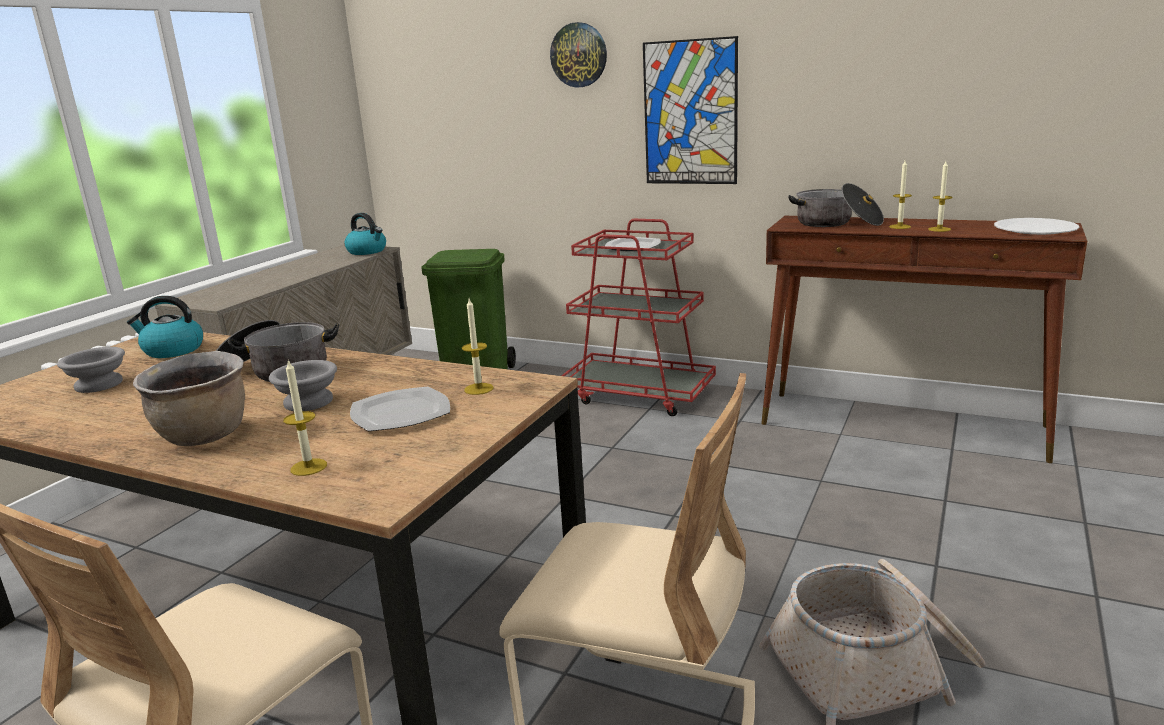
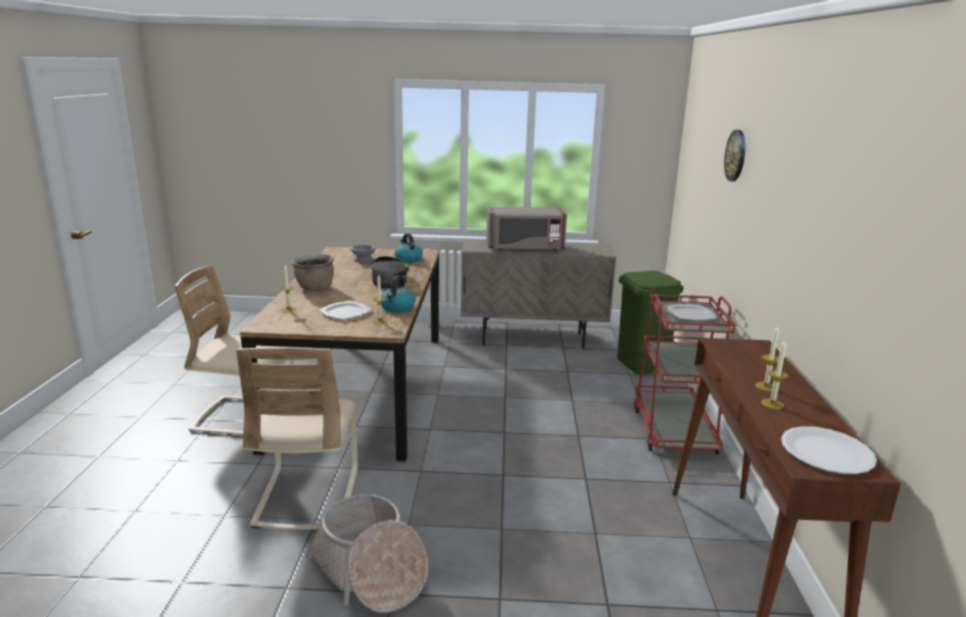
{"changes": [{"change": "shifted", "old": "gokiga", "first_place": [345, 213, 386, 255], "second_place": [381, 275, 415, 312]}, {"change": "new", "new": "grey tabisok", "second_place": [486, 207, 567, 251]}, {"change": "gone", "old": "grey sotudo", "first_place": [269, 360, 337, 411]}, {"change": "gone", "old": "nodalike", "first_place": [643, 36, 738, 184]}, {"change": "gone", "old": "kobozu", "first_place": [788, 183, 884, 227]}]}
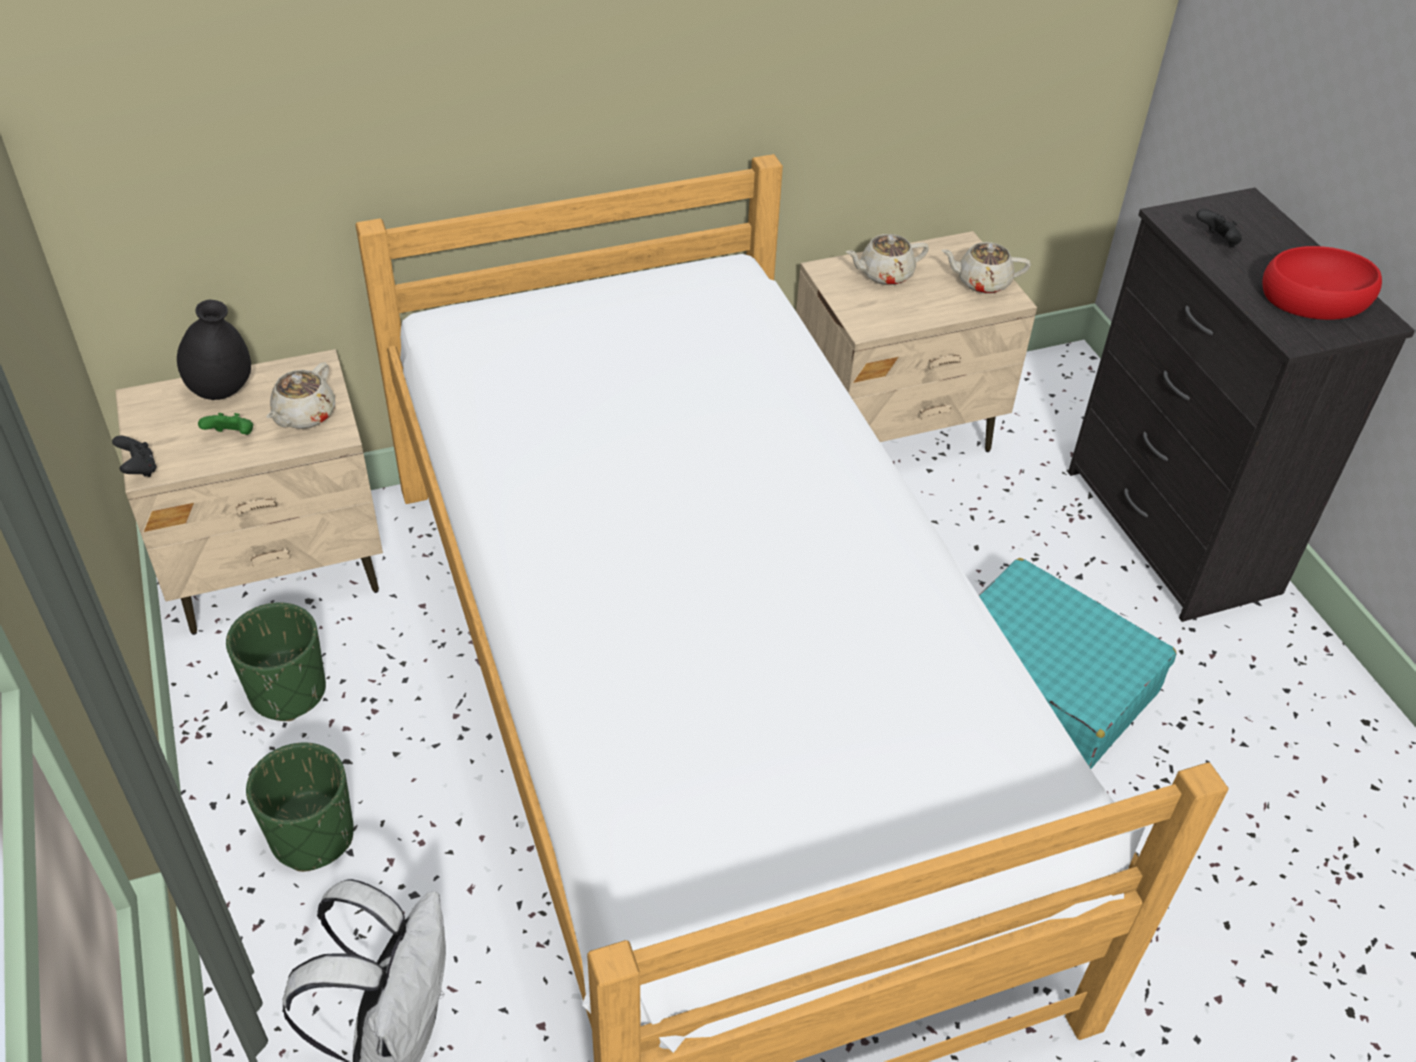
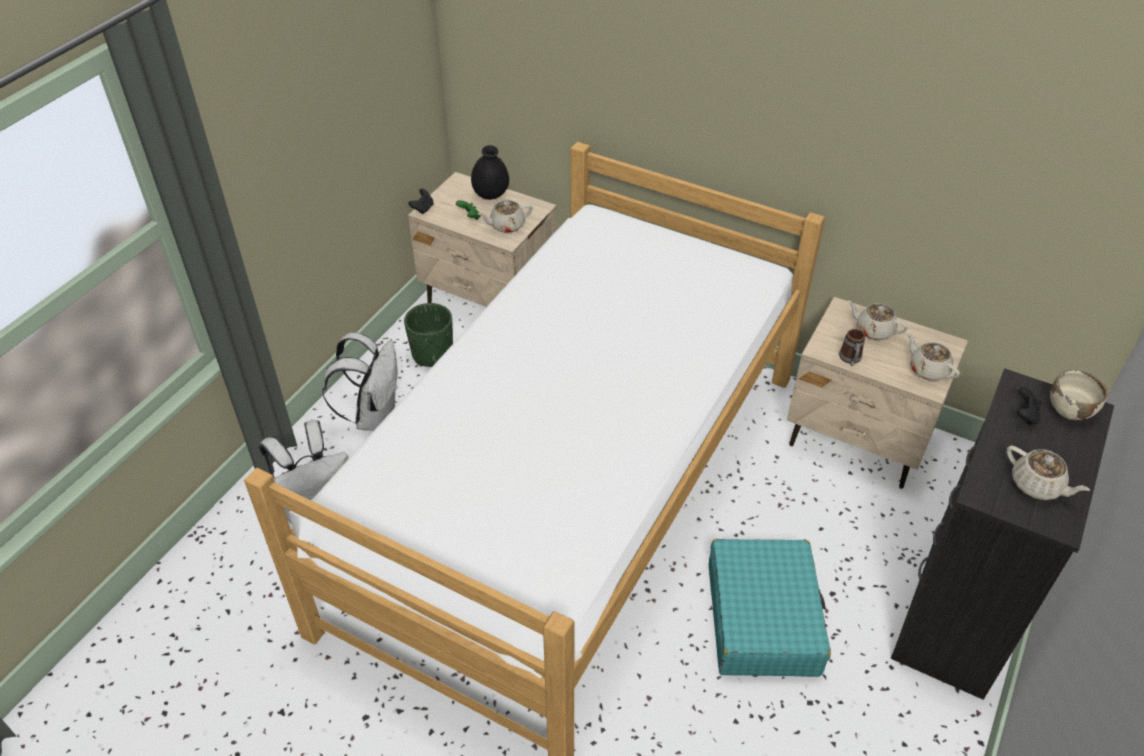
{"changes": [{"change": "swapped", "old": "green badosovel", "new": "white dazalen", "first_place": [246, 743, 354, 872], "second_place": [322, 332, 398, 431]}, {"change": "new", "new": "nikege", "second_place": [839, 329, 865, 366]}, {"change": "swapped", "old": "red sotudo", "new": "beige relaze", "first_place": [1263, 246, 1382, 320], "second_place": [1007, 445, 1090, 500]}, {"change": "new", "new": "beige sotudo", "second_place": [1050, 370, 1108, 420]}]}
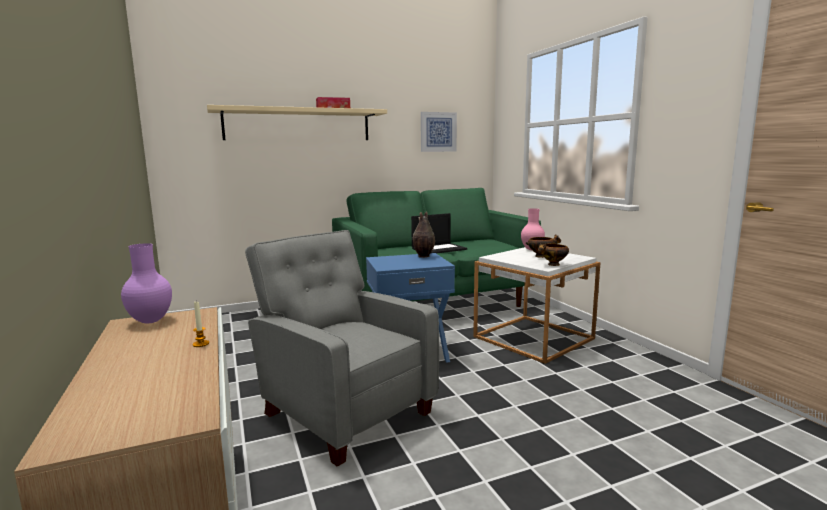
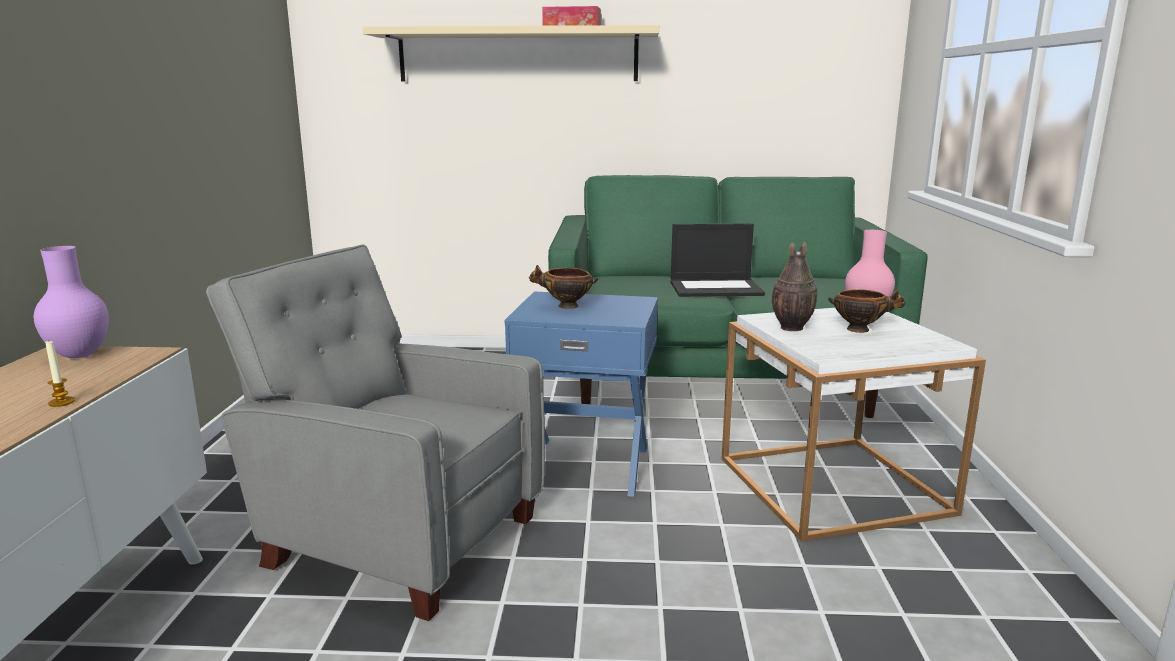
{"changes": [{"change": "rotated", "old": "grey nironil", "first_place": [245, 230, 439, 467], "second_place": [206, 245, 545, 621], "degrees": -45}, {"change": "shifted", "old": "sotudo", "first_place": [538, 243, 569, 266], "second_place": [529, 265, 598, 309]}, {"change": "shifted", "old": "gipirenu", "first_place": [413, 211, 435, 258], "second_place": [772, 242, 817, 331]}, {"change": "gone", "old": "nodalike", "first_place": [421, 112, 457, 152]}]}
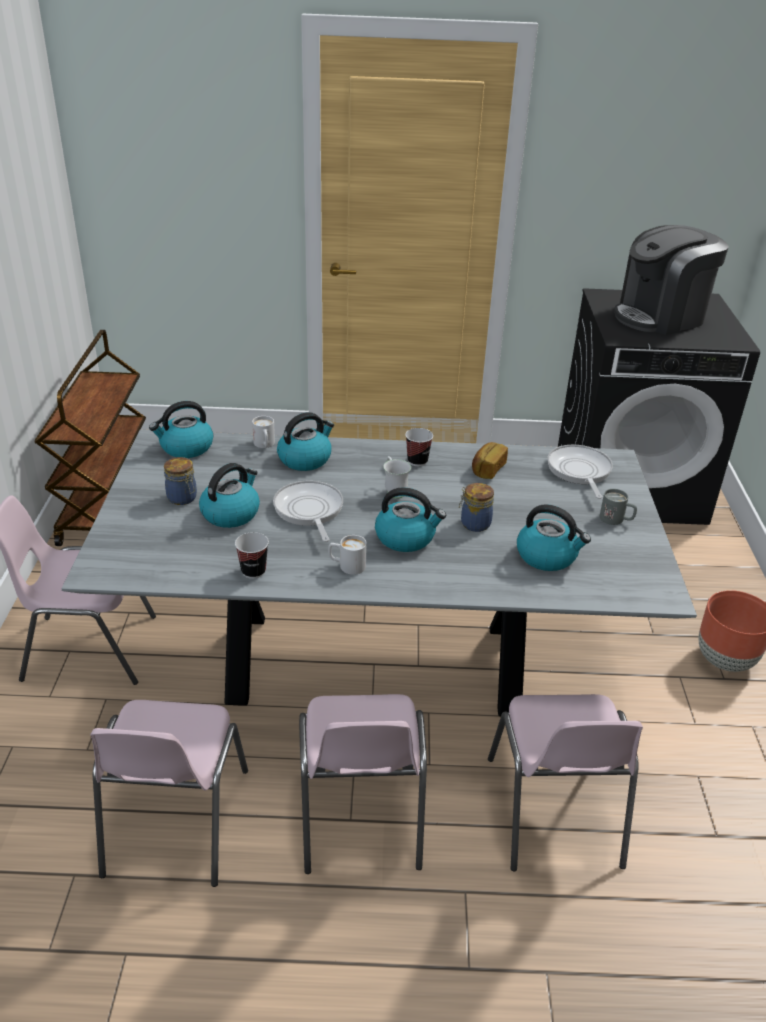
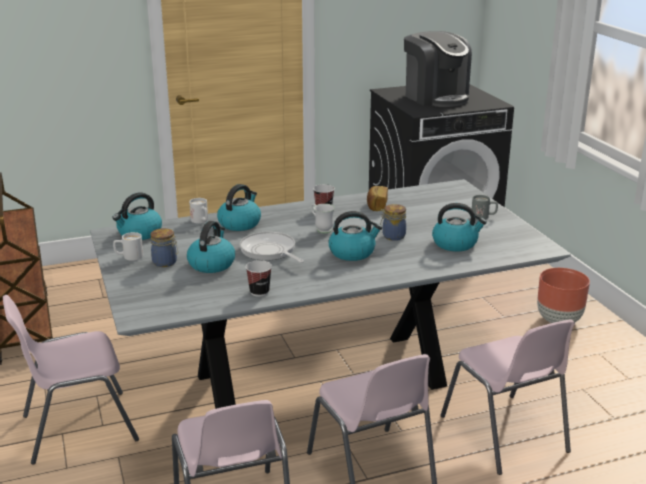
{"changes": [{"change": "shifted", "old": "white nikege", "first_place": [328, 535, 367, 575], "second_place": [113, 232, 143, 261]}, {"change": "rotated", "old": "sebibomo", "first_place": [614, 225, 729, 335], "second_place": [404, 31, 472, 107], "degrees": -75}, {"change": "gone", "old": "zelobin", "first_place": [547, 445, 613, 499]}]}
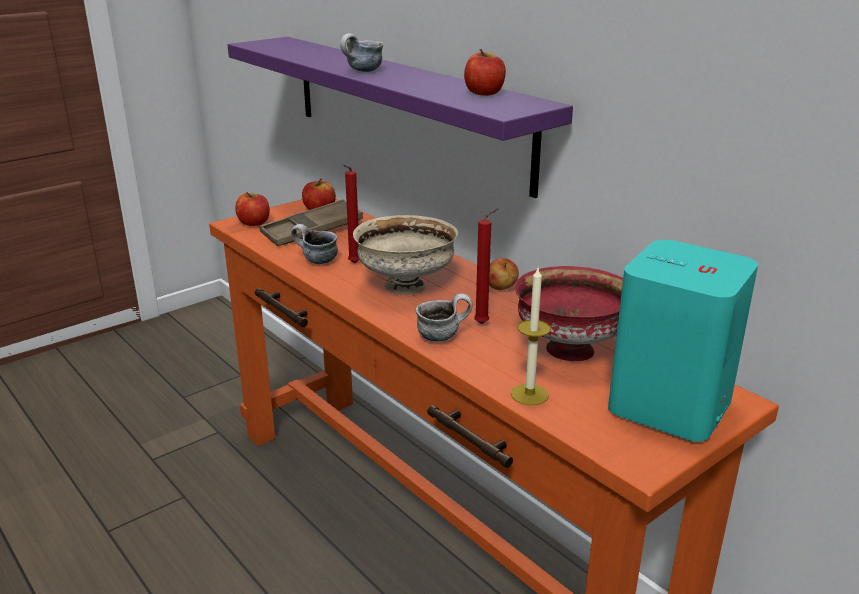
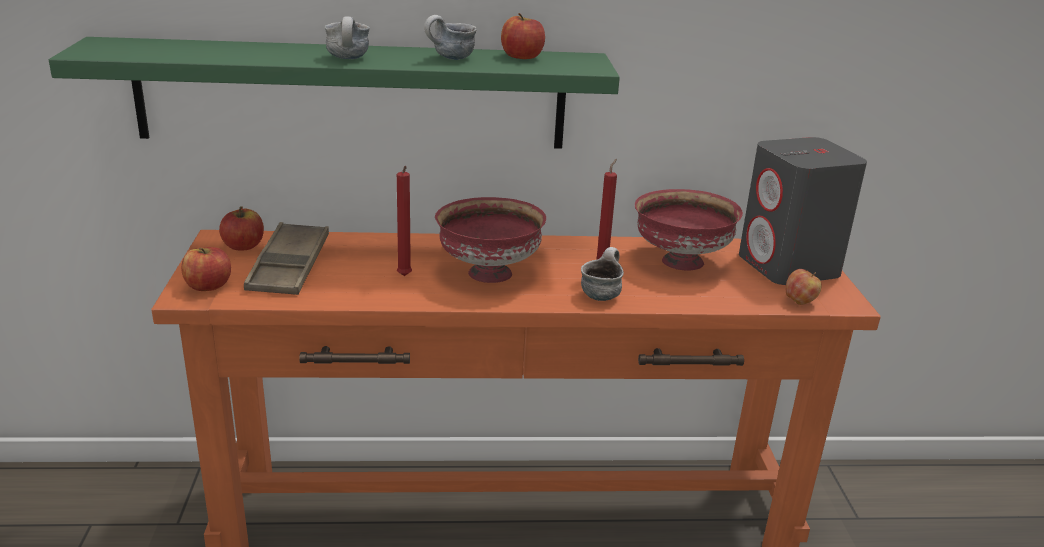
{"changes": [{"change": "repainted", "old": "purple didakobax", "new": "green didakobax", "first_place": [228, 37, 573, 198], "second_place": [49, 37, 620, 149]}, {"change": "shifted", "old": "nikege", "first_place": [291, 224, 338, 264], "second_place": [424, 15, 477, 60]}, {"change": "repainted", "old": "beige sotudo", "new": "red sotudo", "first_place": [353, 215, 458, 295], "second_place": [435, 197, 546, 283]}, {"change": "repainted", "old": "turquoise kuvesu", "new": "grey kuvesu", "first_place": [608, 240, 758, 442], "second_place": [739, 137, 867, 285]}, {"change": "shifted", "old": "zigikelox", "first_place": [489, 258, 519, 290], "second_place": [786, 269, 822, 305]}, {"change": "gone", "old": "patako", "first_place": [511, 268, 551, 405]}]}
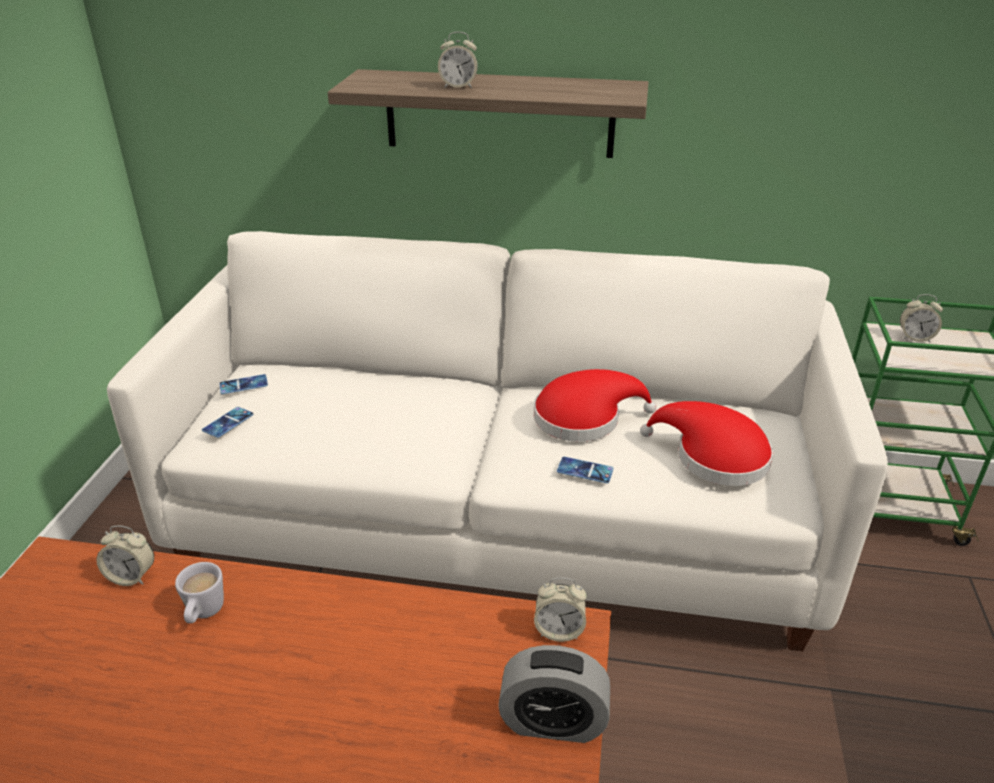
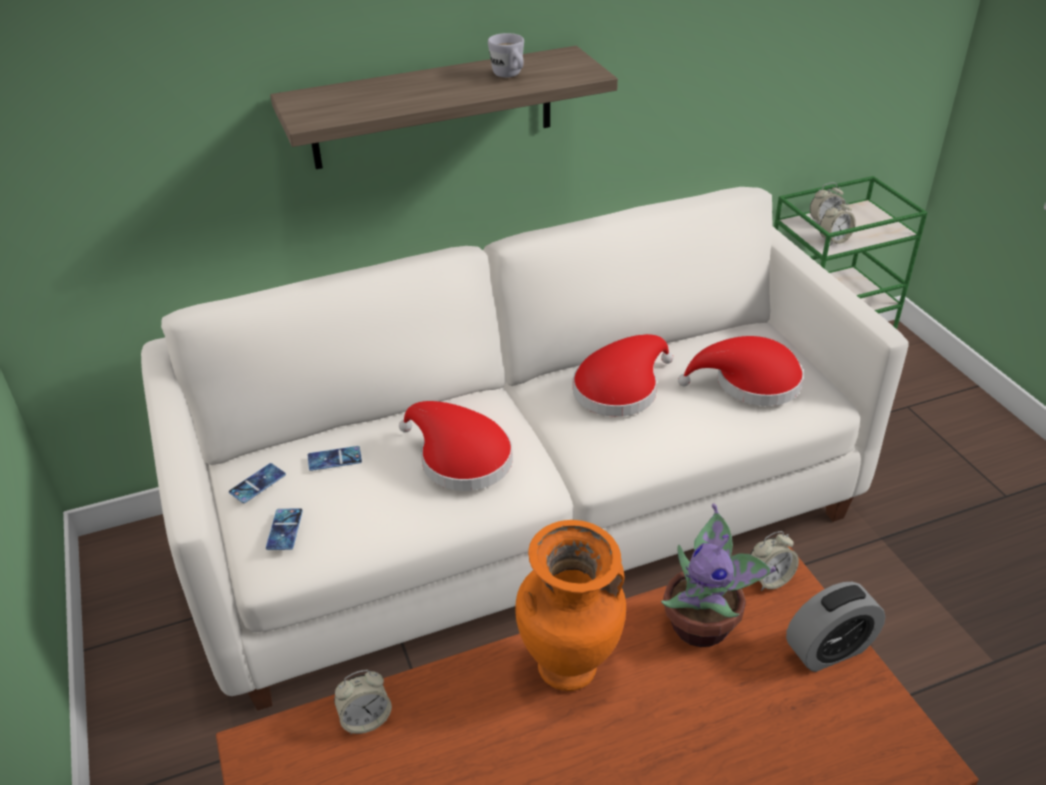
{"changes": [{"change": "shifted", "old": "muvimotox", "first_place": [557, 457, 614, 483], "second_place": [308, 446, 362, 471]}, {"change": "new", "new": "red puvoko", "second_place": [399, 401, 513, 491]}, {"change": "shifted", "old": "white nikege", "first_place": [175, 562, 224, 623], "second_place": [488, 33, 524, 77]}, {"change": "new", "new": "orange gipirenu", "second_place": [515, 520, 626, 691]}, {"change": "new", "new": "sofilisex", "second_place": [661, 503, 776, 647]}, {"change": "shifted", "old": "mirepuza", "first_place": [438, 32, 478, 89], "second_place": [820, 199, 856, 246]}]}
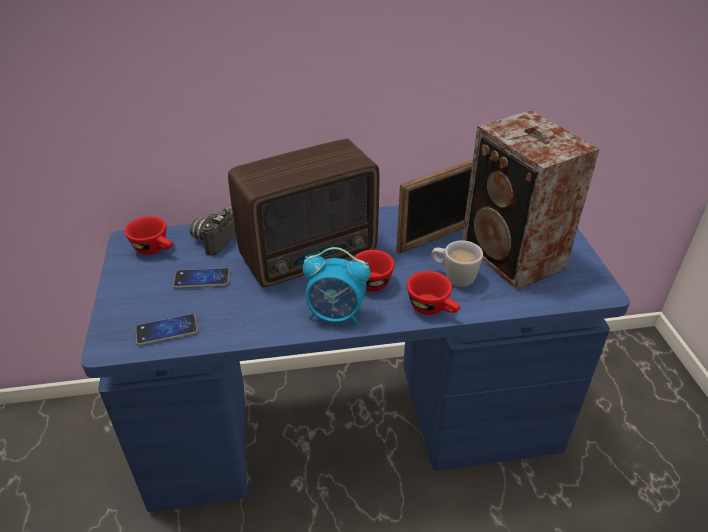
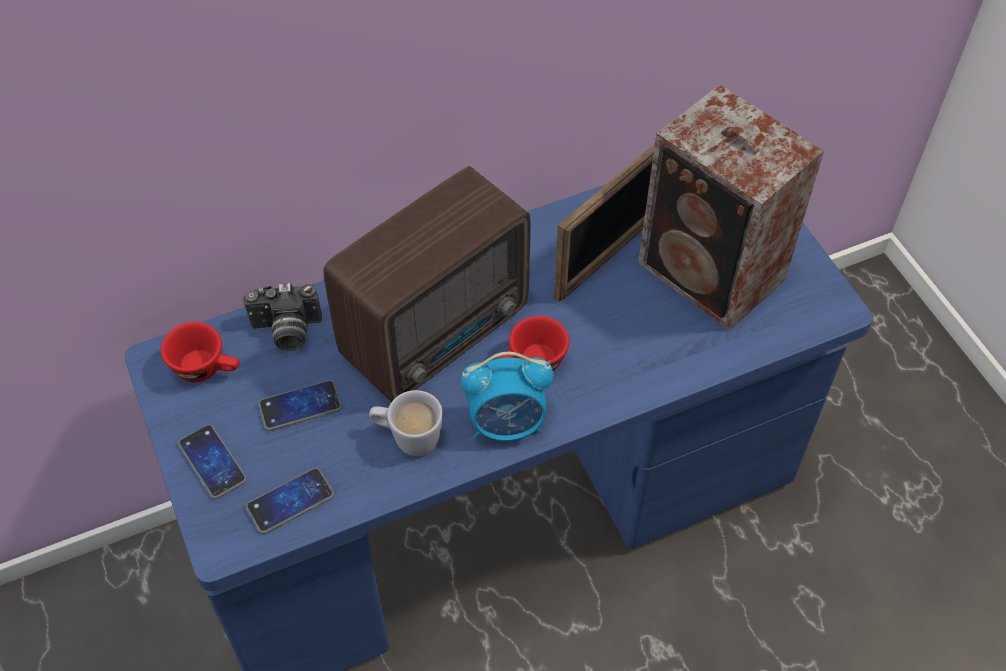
{"changes": [{"change": "new", "new": "muvimotox", "second_place": [178, 424, 247, 499]}, {"change": "rotated", "old": "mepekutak", "first_place": [190, 205, 236, 256], "second_place": [244, 283, 322, 351], "degrees": -105}, {"change": "shifted", "old": "white nikege", "first_place": [431, 240, 483, 287], "second_place": [369, 390, 443, 456]}, {"change": "gone", "old": "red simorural", "first_place": [407, 271, 460, 315]}]}
